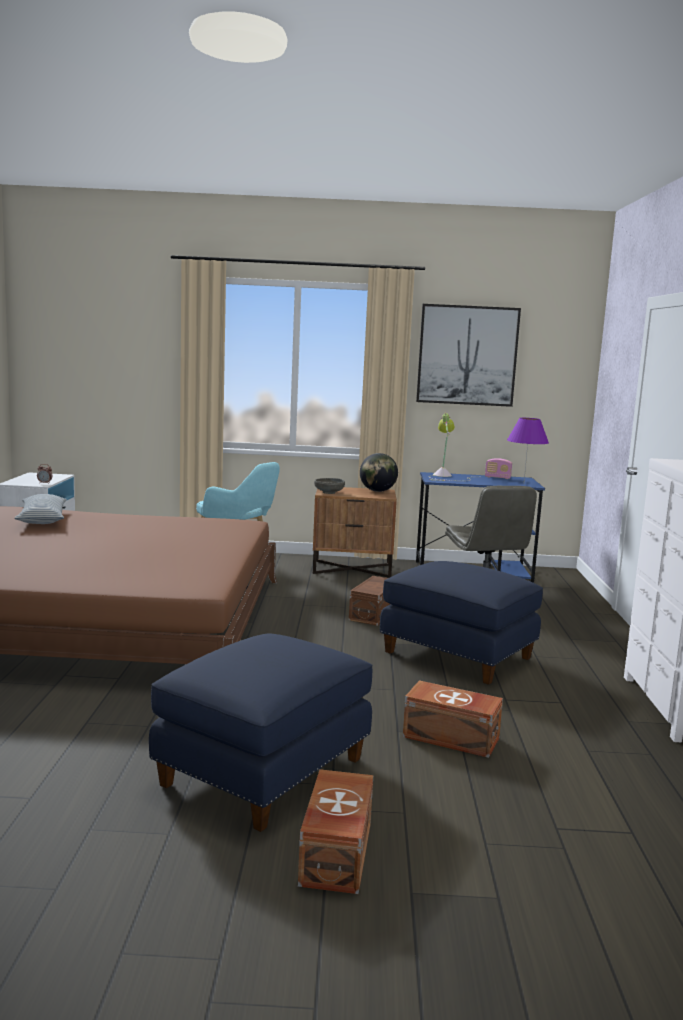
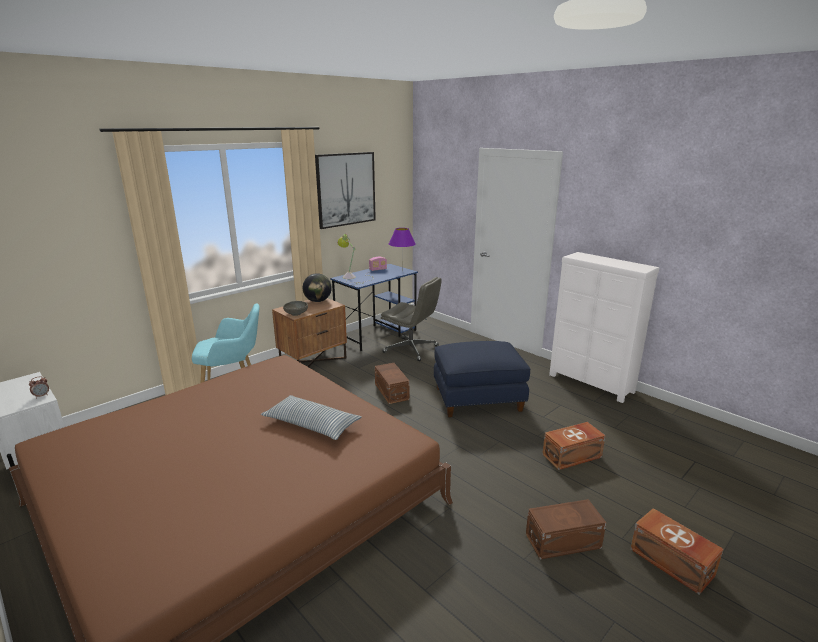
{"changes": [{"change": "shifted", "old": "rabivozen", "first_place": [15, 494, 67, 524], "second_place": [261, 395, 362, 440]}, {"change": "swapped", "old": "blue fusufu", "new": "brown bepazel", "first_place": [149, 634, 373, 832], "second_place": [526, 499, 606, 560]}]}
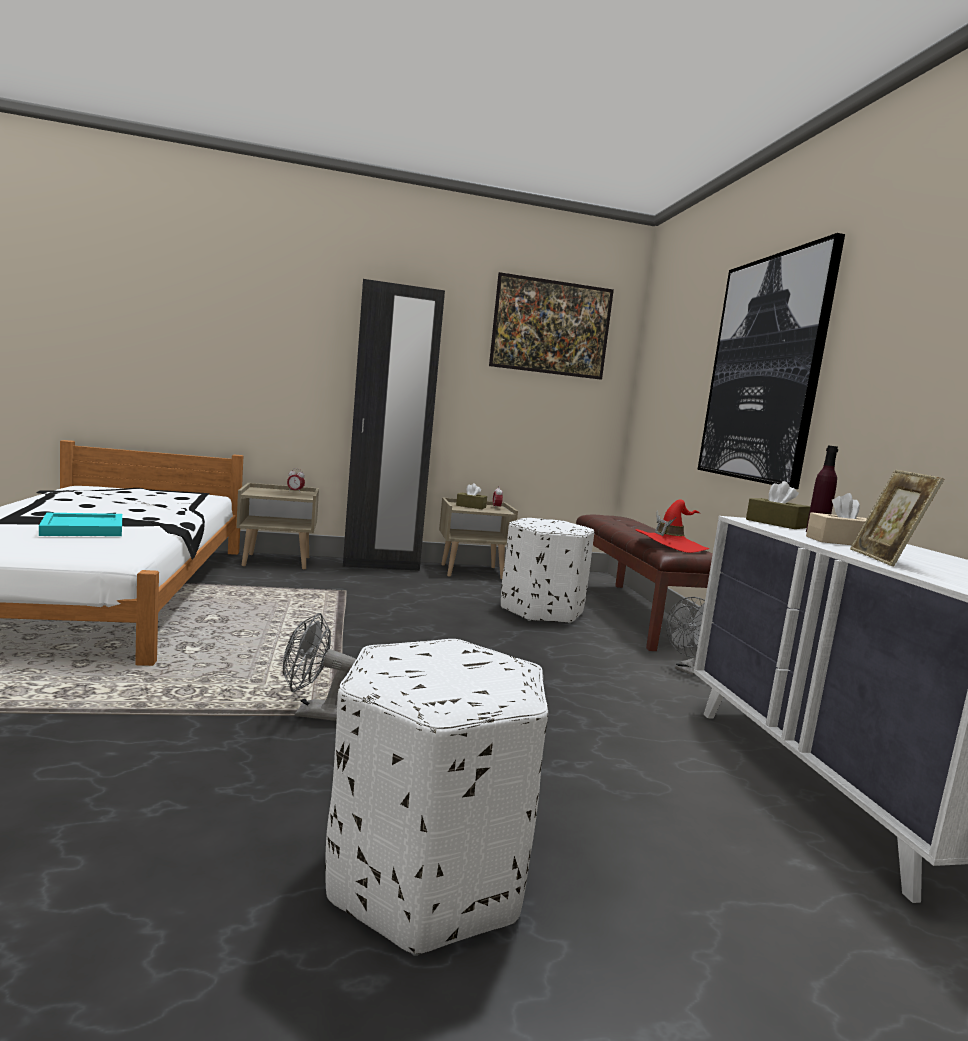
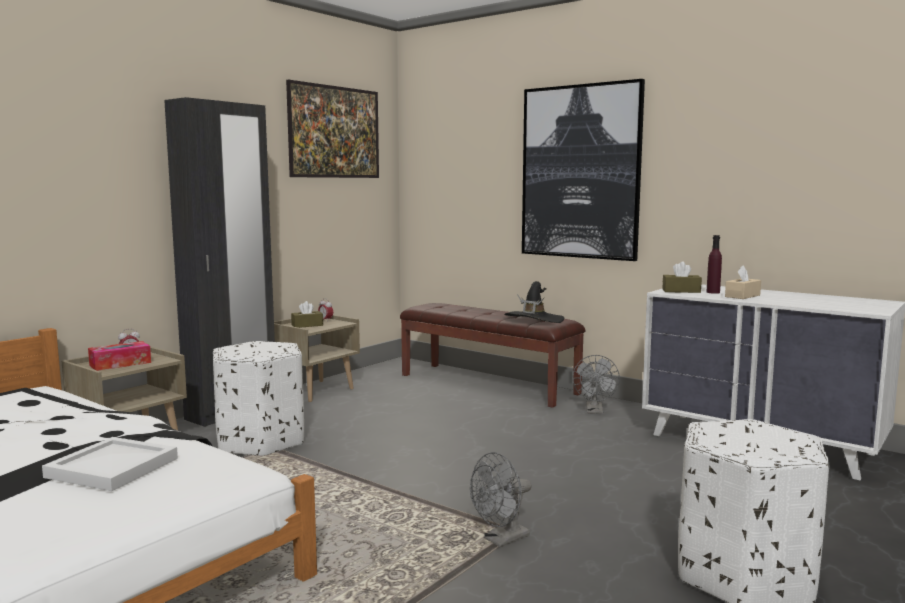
{"changes": [{"change": "repainted", "old": "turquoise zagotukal", "new": "white zagotukal", "first_place": [39, 513, 122, 536], "second_place": [42, 437, 178, 491]}, {"change": "new", "new": "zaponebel", "second_place": [88, 341, 151, 371]}, {"change": "shifted", "old": "white fusufu", "first_place": [501, 518, 594, 624], "second_place": [213, 341, 304, 456]}, {"change": "repainted", "old": "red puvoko", "new": "black puvoko", "first_place": [635, 499, 709, 553], "second_place": [504, 281, 564, 323]}, {"change": "gone", "old": "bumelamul", "first_place": [850, 470, 944, 567]}]}
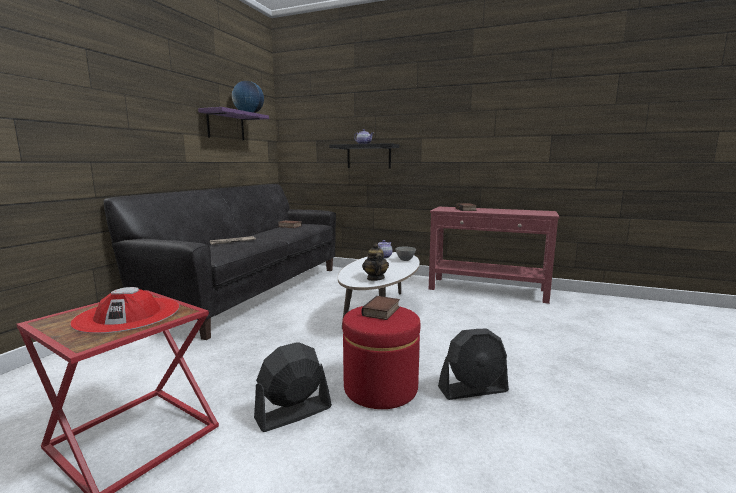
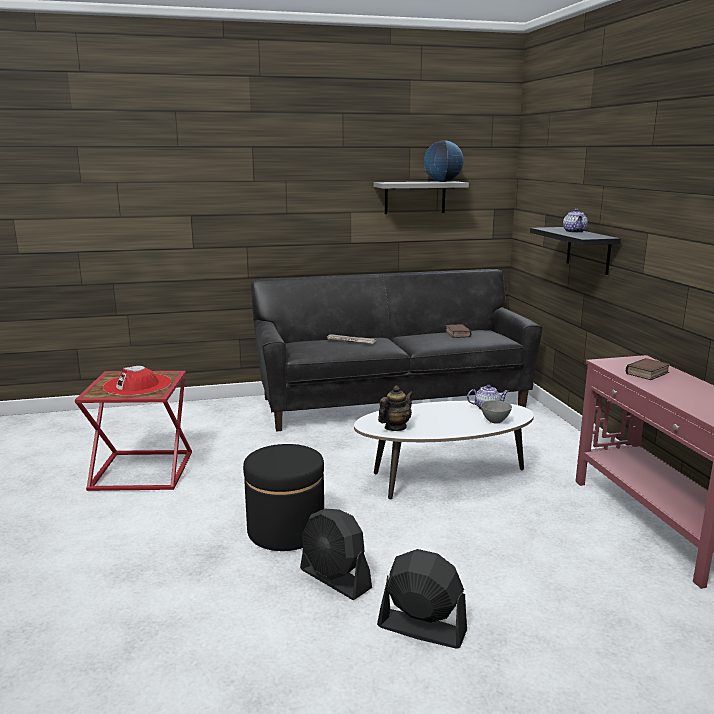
{"changes": [{"change": "repainted", "old": "red fusufu", "new": "black fusufu", "first_place": [342, 306, 421, 409], "second_place": [243, 444, 324, 551]}, {"change": "repainted", "old": "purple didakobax", "new": "grey didakobax", "first_place": [198, 107, 269, 140], "second_place": [374, 181, 469, 214]}, {"change": "shifted", "old": "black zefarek", "first_place": [254, 343, 332, 432], "second_place": [377, 549, 467, 649]}, {"change": "gone", "old": "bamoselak", "first_place": [361, 296, 400, 320]}]}
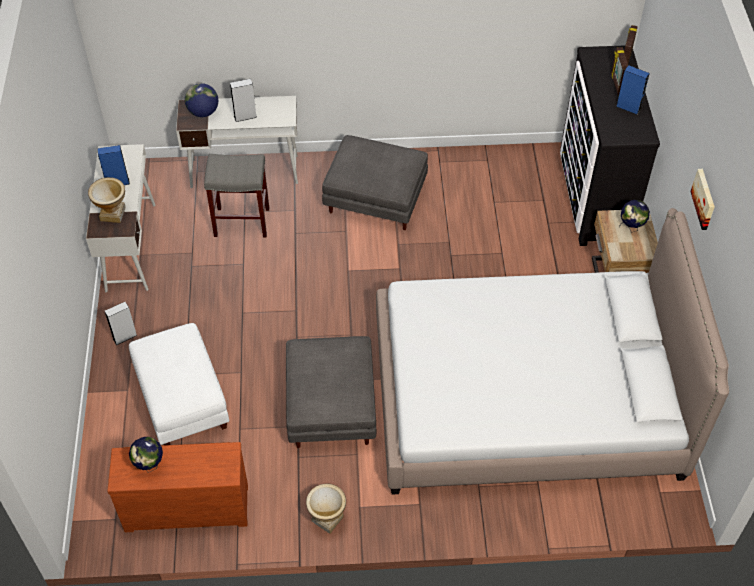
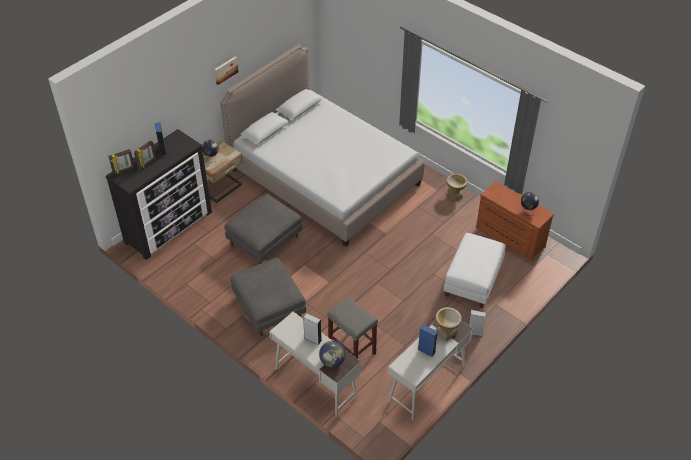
{"changes": [{"change": "shifted", "old": "grey fusufu", "first_place": [286, 336, 376, 448], "second_place": [224, 194, 302, 264]}]}
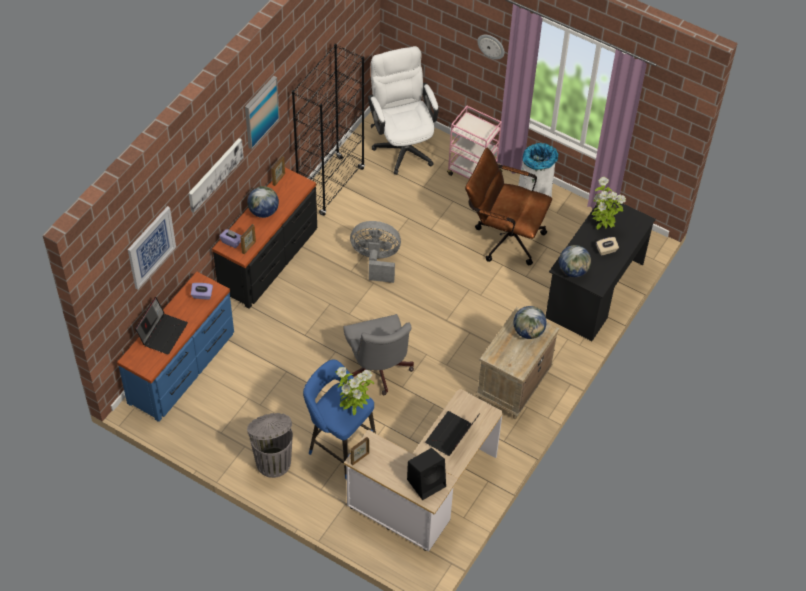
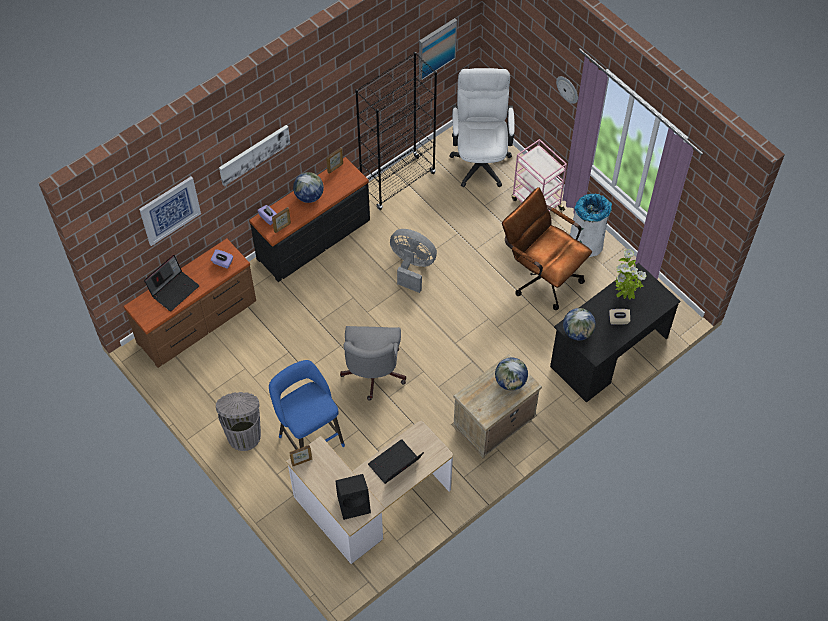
{"changes": [{"change": "repainted", "old": "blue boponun", "new": "brown boponun", "first_place": [117, 272, 234, 422], "second_place": [124, 238, 256, 368]}, {"change": "shifted", "old": "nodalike", "first_place": [245, 76, 280, 149], "second_place": [419, 18, 457, 81]}, {"change": "gone", "old": "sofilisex", "first_place": [335, 367, 374, 415]}]}
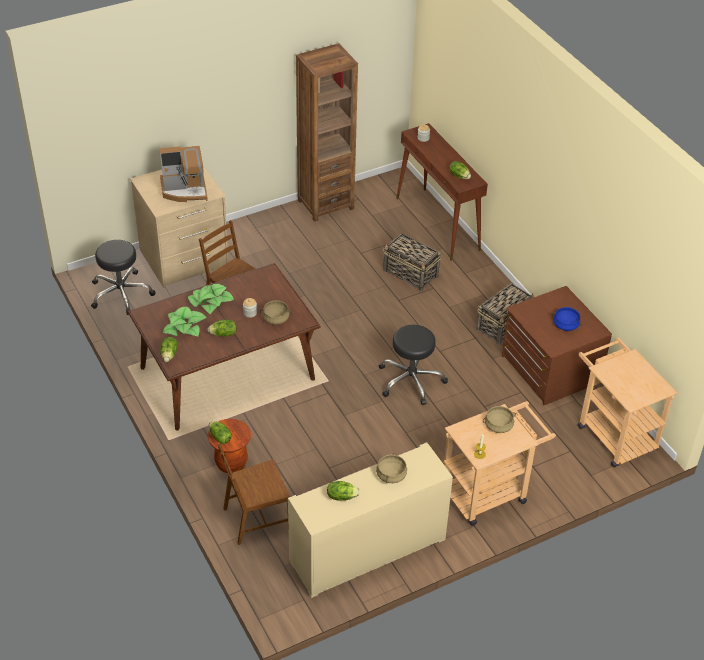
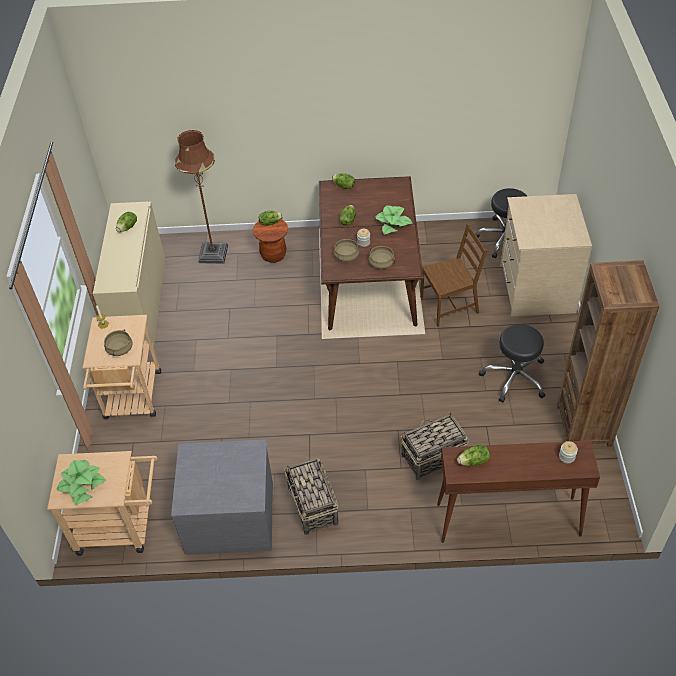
{"changes": [{"change": "shifted", "old": "sofilisex", "first_place": [163, 306, 207, 336], "second_place": [56, 460, 106, 505]}, {"change": "repainted", "old": "brown boponun", "new": "grey boponun", "first_place": [502, 286, 612, 406], "second_place": [171, 439, 273, 555]}, {"change": "swapped", "old": "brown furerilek", "new": "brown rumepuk", "first_place": [217, 442, 290, 545], "second_place": [175, 130, 228, 264]}, {"change": "shifted", "old": "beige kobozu", "first_place": [376, 453, 407, 483], "second_place": [369, 246, 395, 269]}, {"change": "shifted", "old": "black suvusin", "first_place": [379, 325, 448, 405], "second_place": [479, 324, 546, 403]}, {"change": "gone", "old": "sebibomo", "first_place": [160, 146, 208, 202]}, {"change": "gone", "old": "blue kobozu", "first_place": [552, 307, 582, 331]}]}
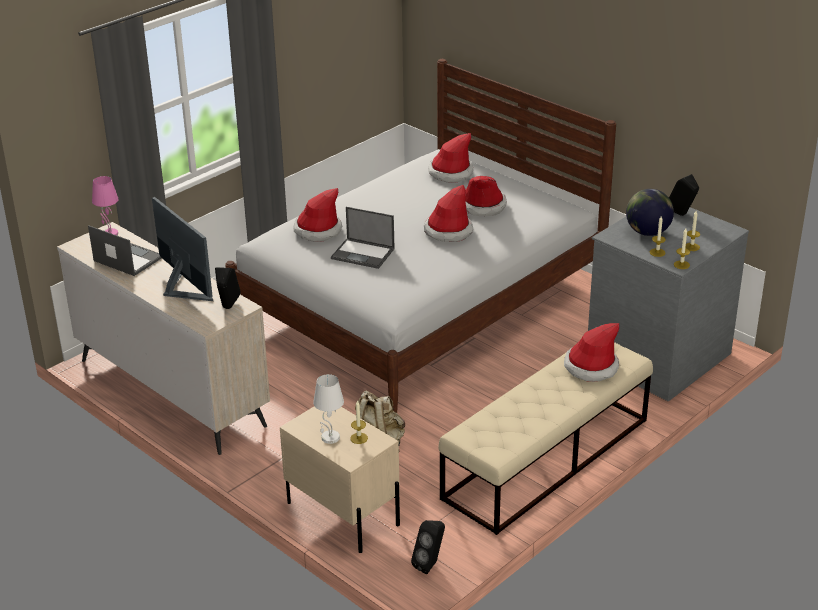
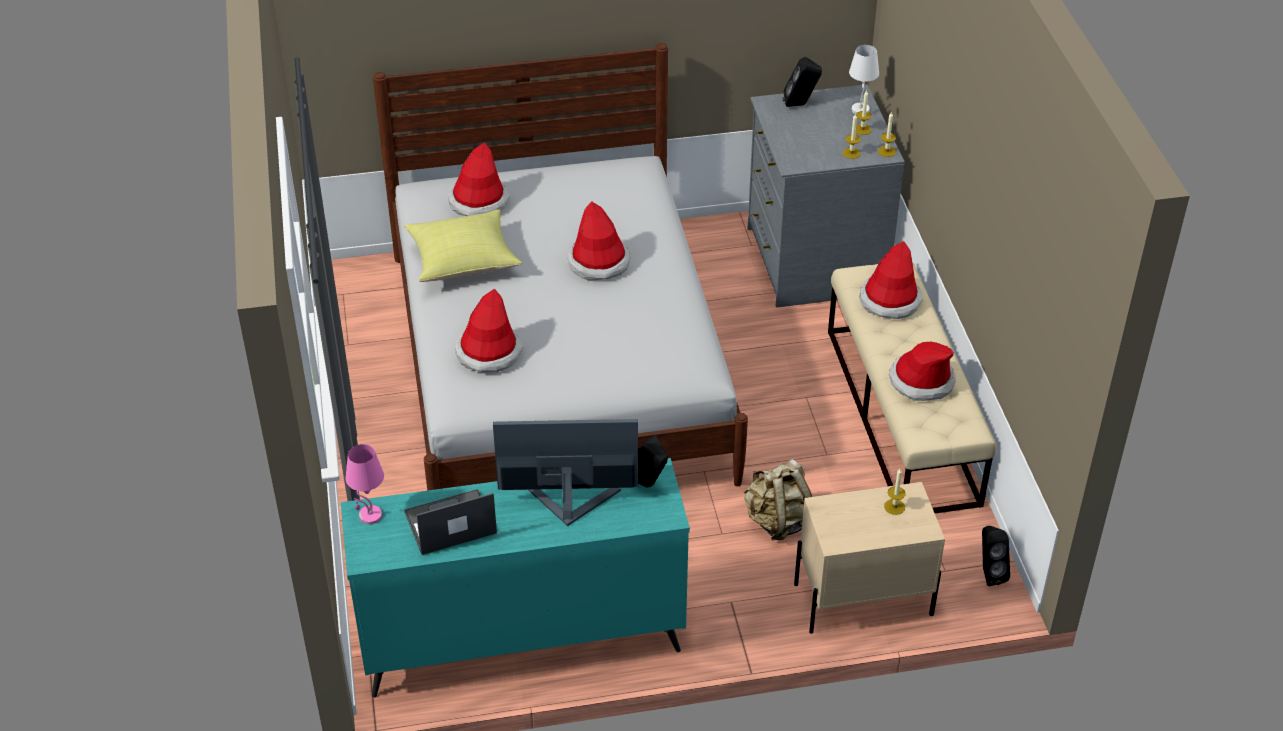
{"changes": [{"change": "repainted", "old": "beige boponun", "new": "turquoise boponun", "first_place": [57, 222, 270, 455], "second_place": [341, 458, 690, 698]}, {"change": "new", "new": "yellow rabivozen", "second_place": [404, 209, 522, 282]}, {"change": "shifted", "old": "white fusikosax", "first_place": [313, 374, 344, 444], "second_place": [849, 45, 879, 115]}, {"change": "shifted", "old": "puvoko", "first_place": [466, 176, 507, 216], "second_place": [889, 342, 956, 401]}, {"change": "gone", "old": "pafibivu", "first_place": [331, 207, 395, 269]}, {"change": "gone", "old": "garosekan", "first_place": [626, 189, 674, 236]}]}
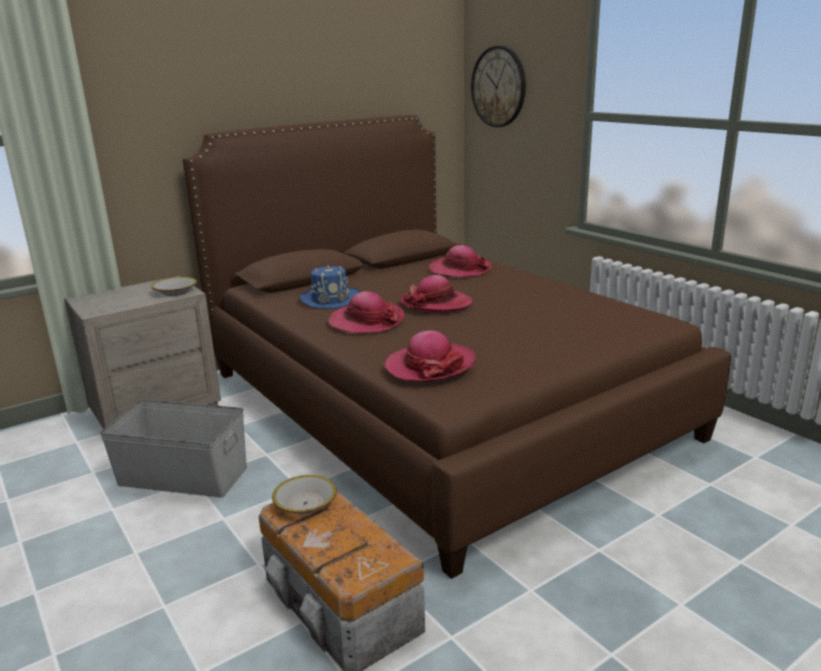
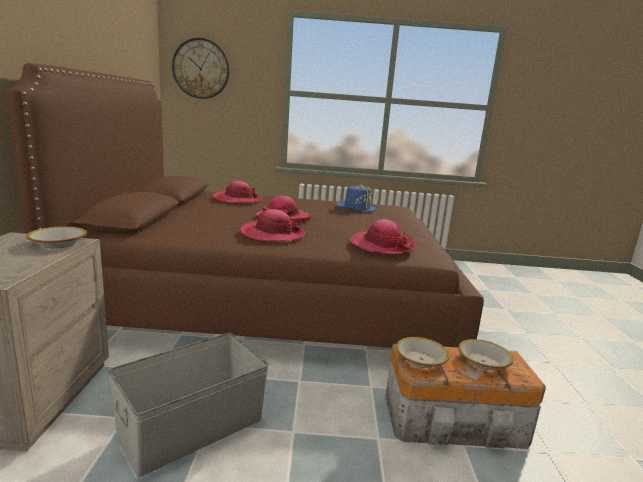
{"changes": [{"change": "shifted", "old": "blue puvoko", "first_place": [299, 265, 360, 309], "second_place": [336, 184, 377, 212]}, {"change": "new", "new": "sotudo", "second_place": [458, 339, 513, 370]}]}
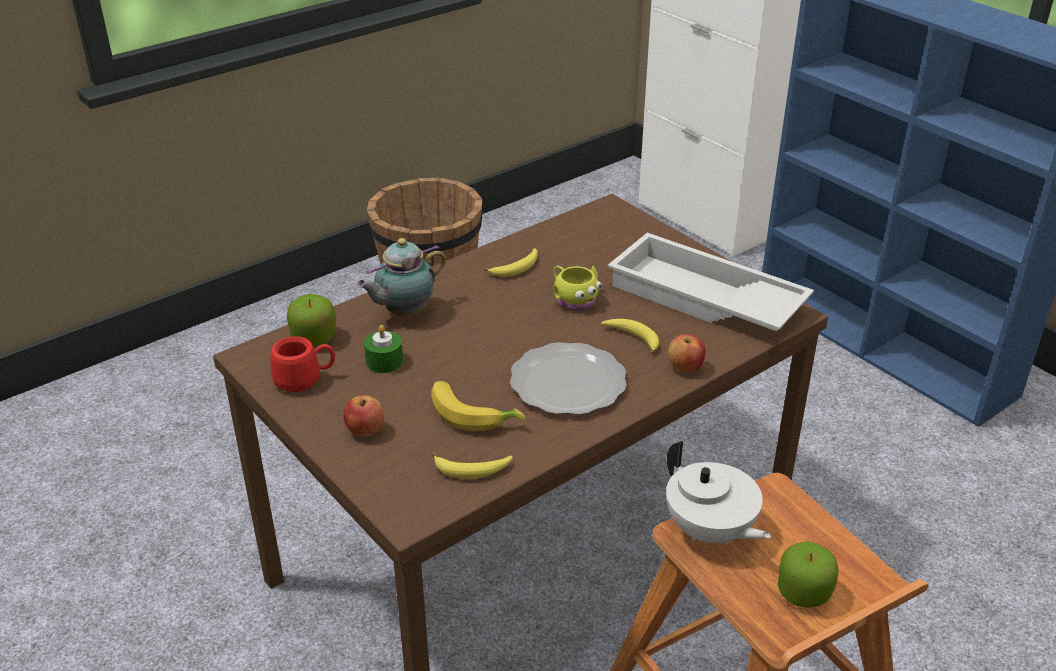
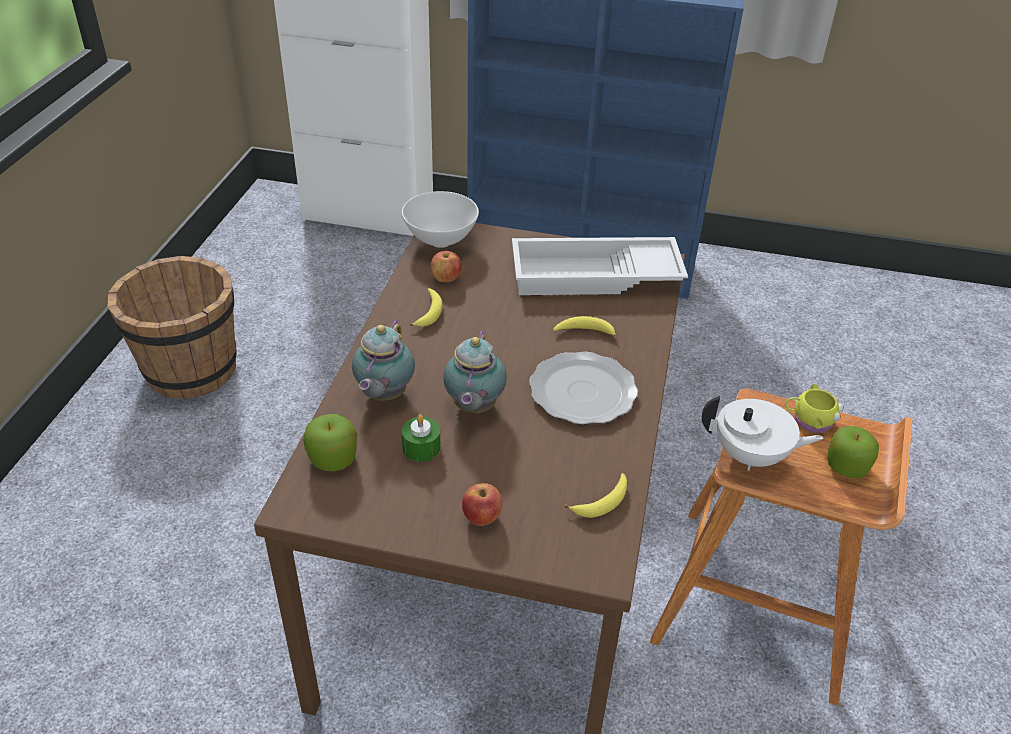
{"changes": [{"change": "new", "new": "white sotudo", "second_place": [402, 191, 479, 248]}, {"change": "shifted", "old": "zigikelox", "first_place": [668, 334, 706, 372], "second_place": [431, 251, 461, 282]}, {"change": "new", "new": "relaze", "second_place": [443, 330, 507, 413]}, {"change": "shifted", "old": "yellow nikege", "first_place": [553, 266, 602, 311], "second_place": [785, 383, 844, 433]}, {"change": "gone", "old": "red nikege", "first_place": [270, 336, 335, 392]}, {"change": "gone", "old": "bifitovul", "first_place": [431, 381, 525, 431]}]}
